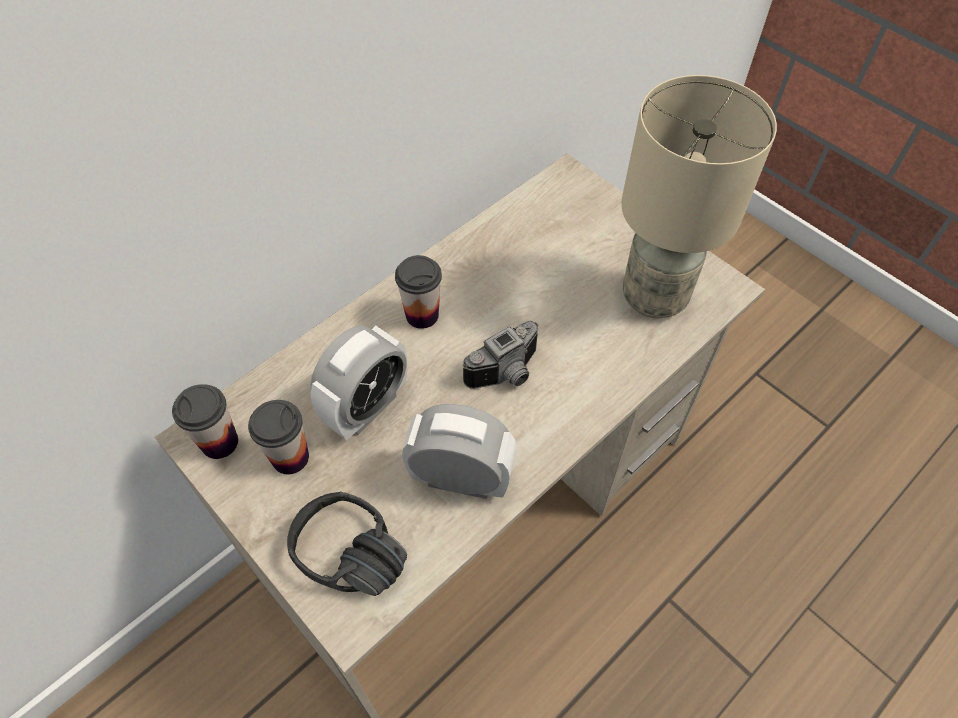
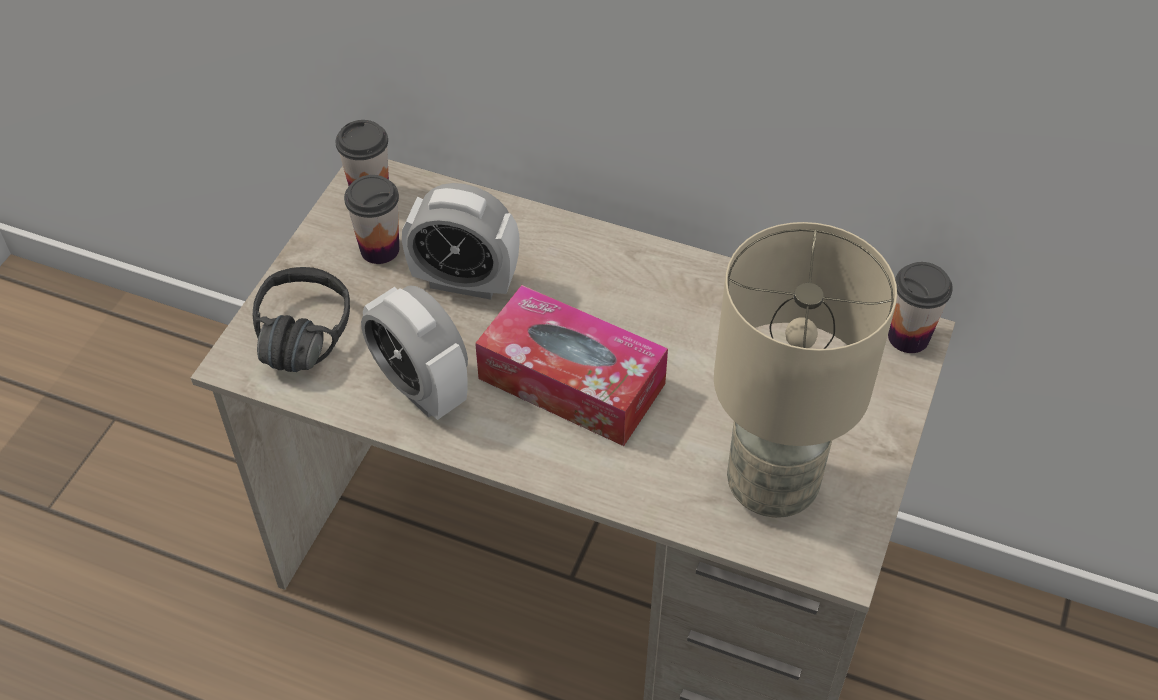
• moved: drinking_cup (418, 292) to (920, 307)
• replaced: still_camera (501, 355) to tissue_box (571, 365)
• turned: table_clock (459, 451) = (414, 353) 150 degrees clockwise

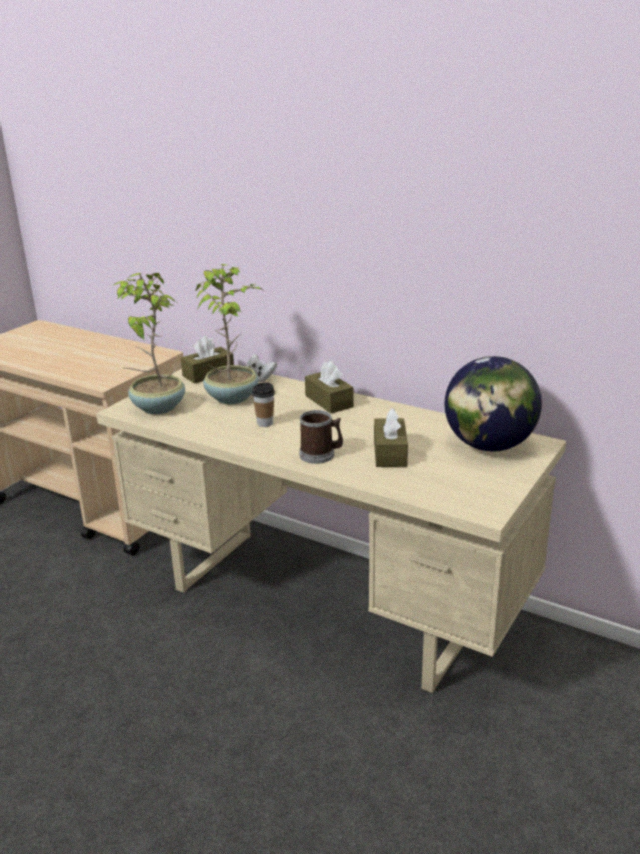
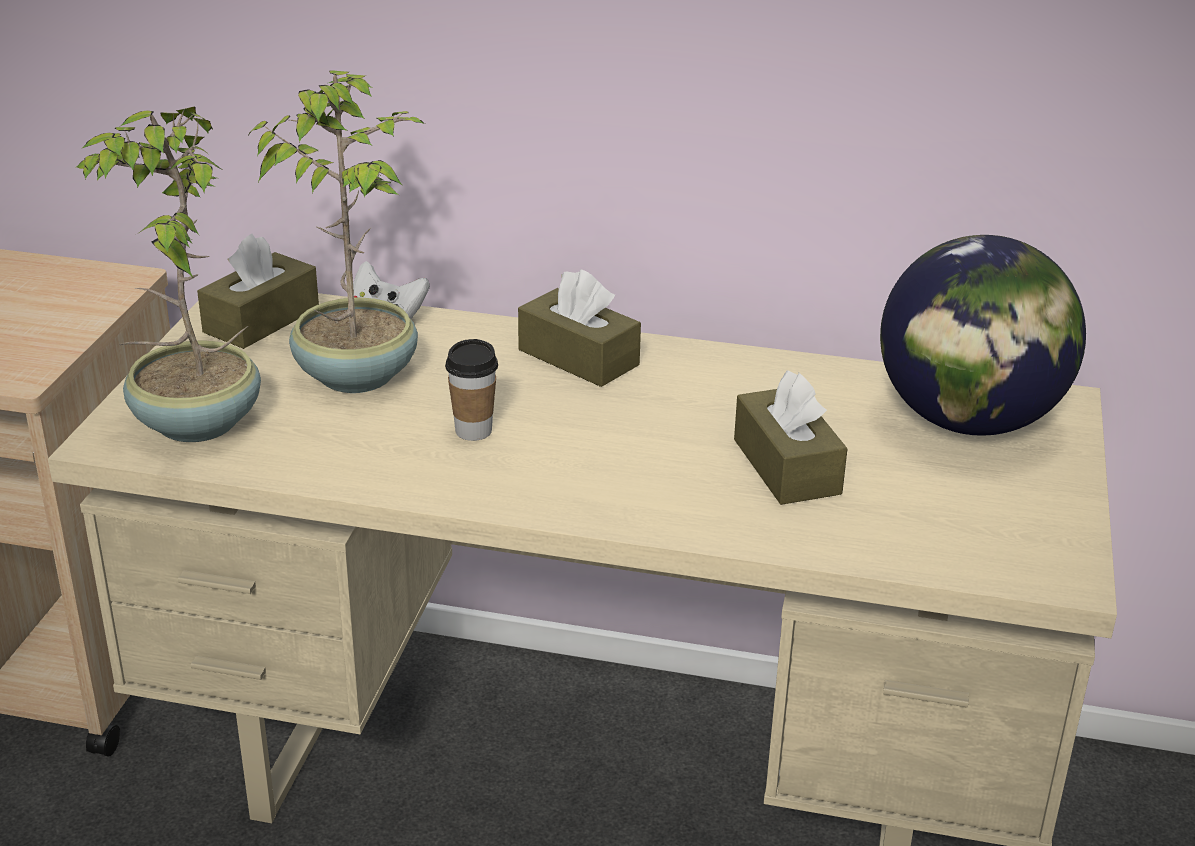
• removed: tea_mug (321, 437)

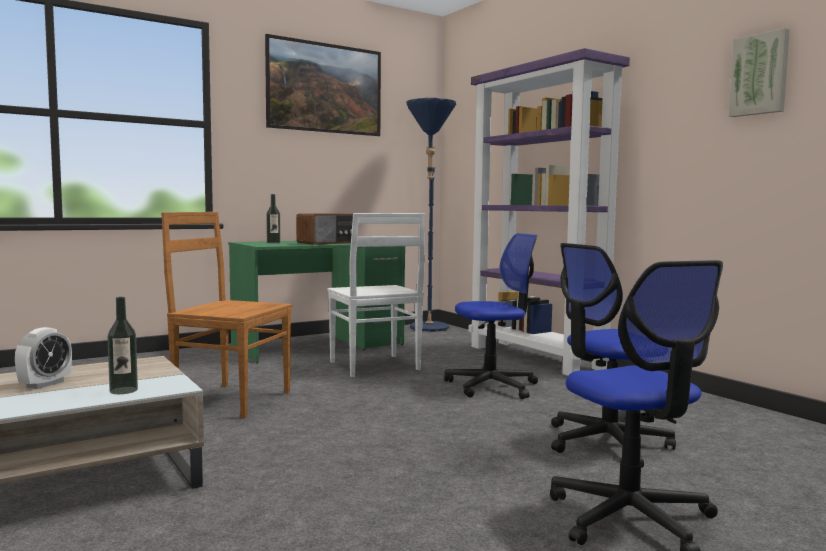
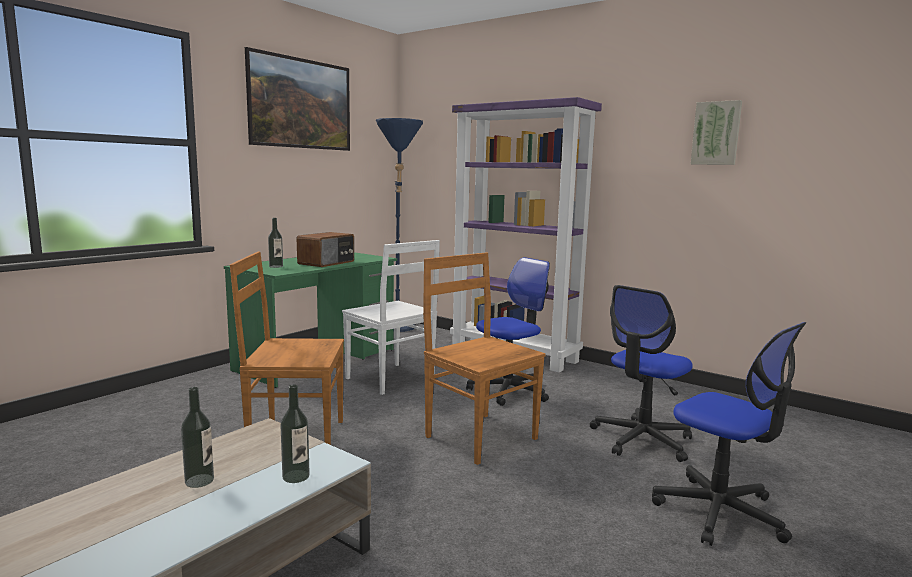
• added: brownish_plain_chair (484, 359)
• replaced: table_clock (43, 358) to drink_bottle (197, 437)

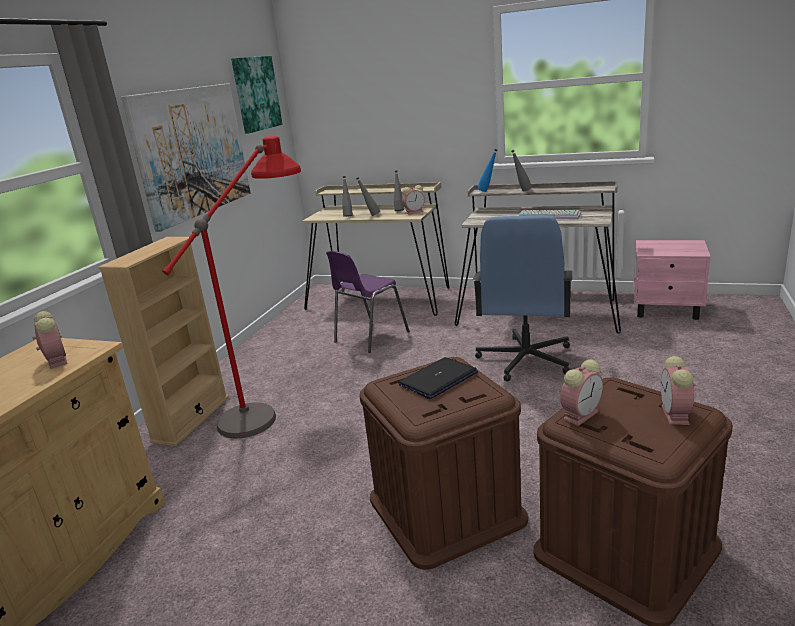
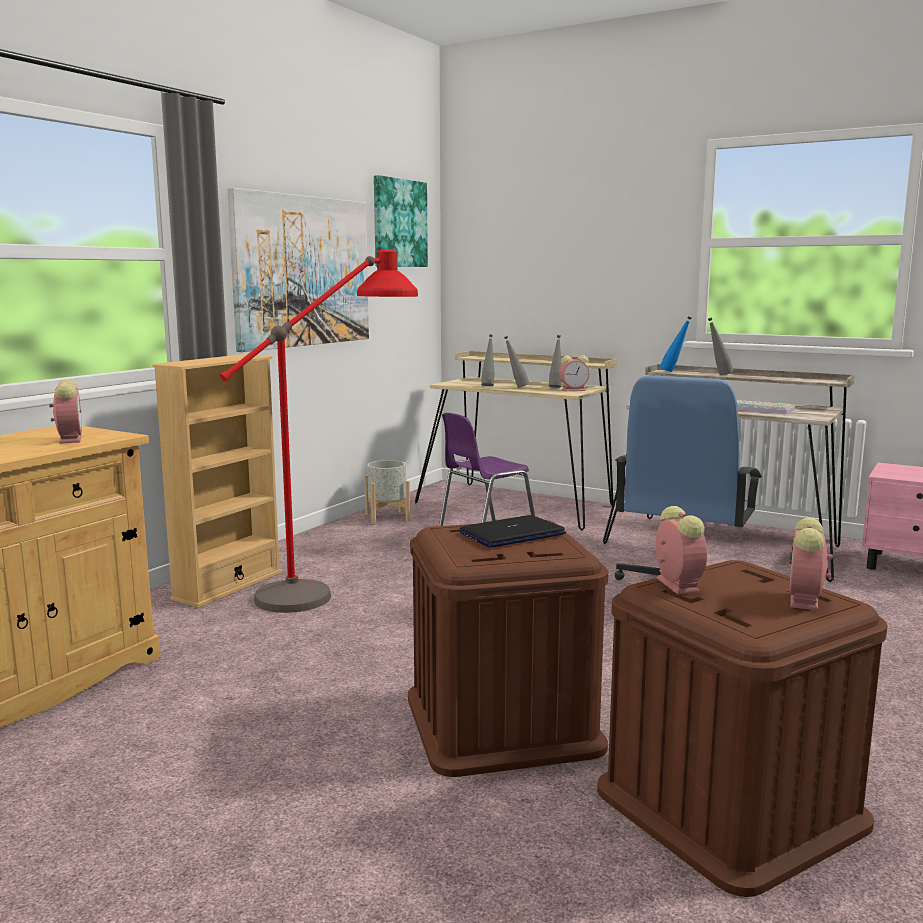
• added: greyish_planter (387, 492)
• turned: table_clock (581, 392) = (681, 550) 75 degrees counterclockwise

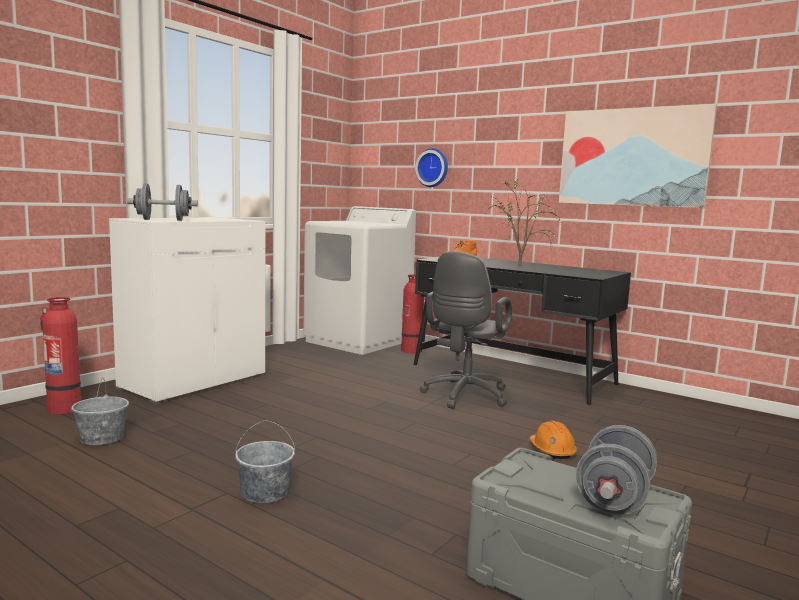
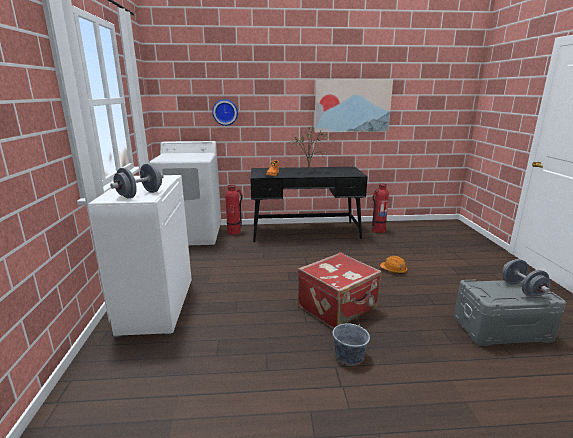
• removed: greyish_water_bucket (100, 412)
• removed: greyish_computer_chair (466, 330)
• added: red-coloured_piece_of_luggage (340, 290)
• moved: fire-fighting_cylinder (61, 355) to (380, 208)

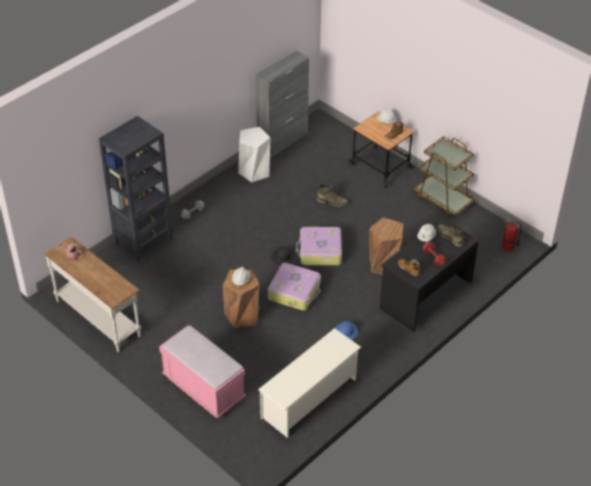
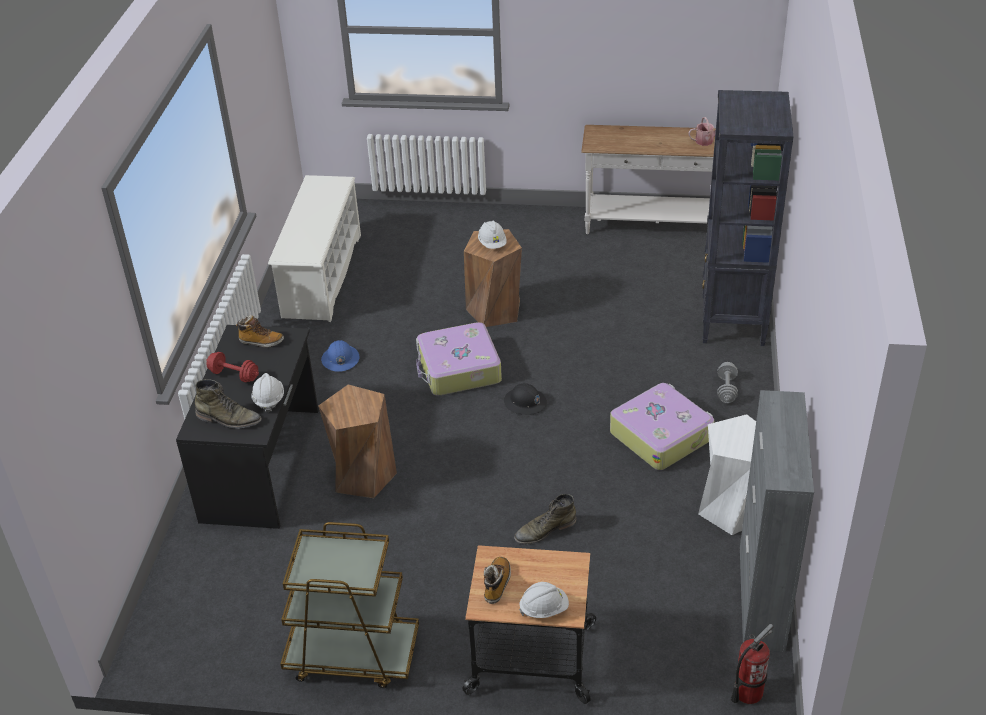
• removed: pink-coloured_indoor_bench (202, 372)
• moved: piece_of_luggage (319, 246) to (662, 426)
• moved: fire-fighting_cylinder (512, 235) to (752, 664)

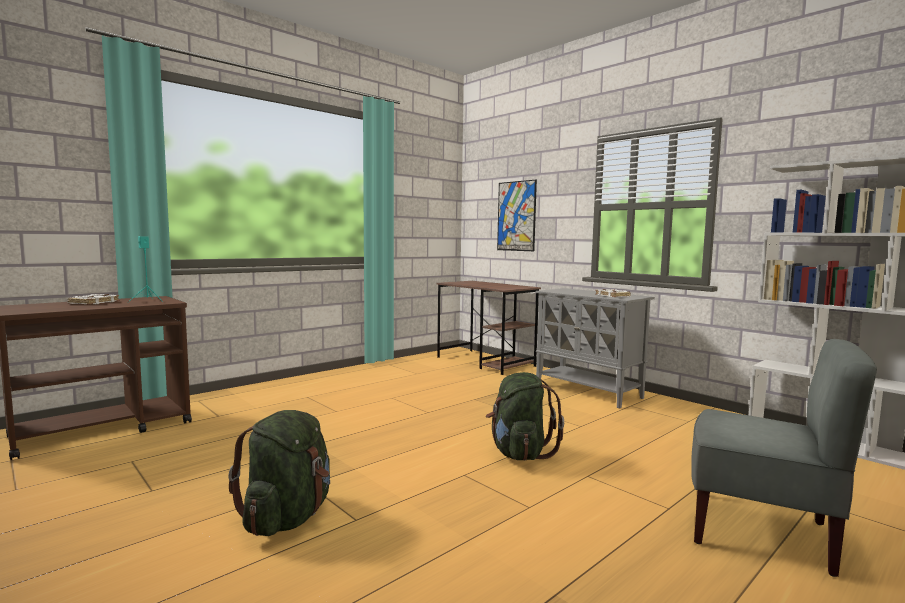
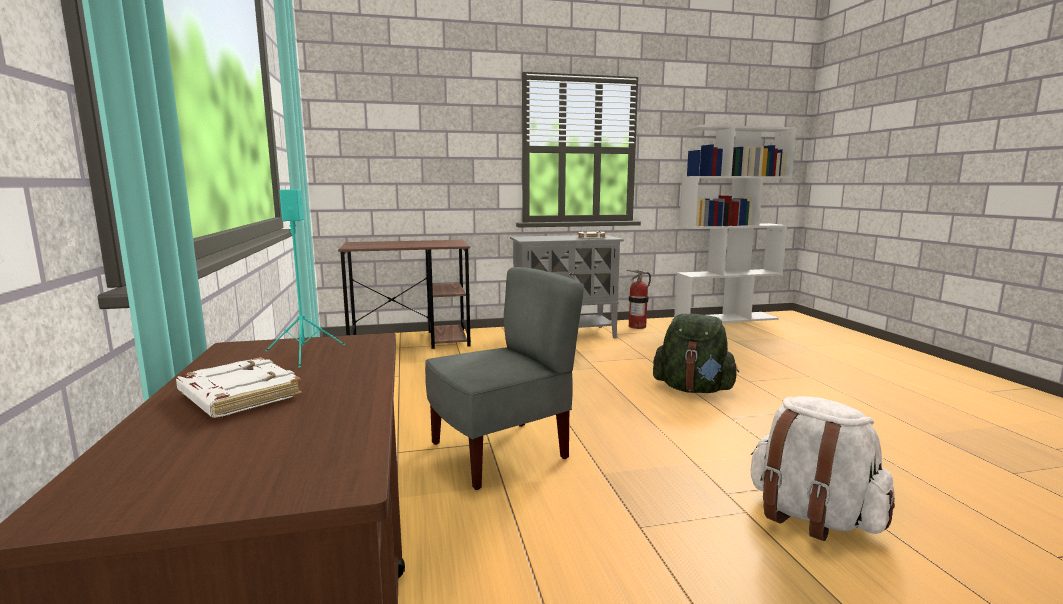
• removed: wall_picture (517, 215)
• added: fire-fighting_cylinder (639, 299)
• moved: greyish_plain_chair (784, 458) to (504, 378)
• recoloured: green-coloured_rucksack (279, 473) to white_rucksack (823, 468)

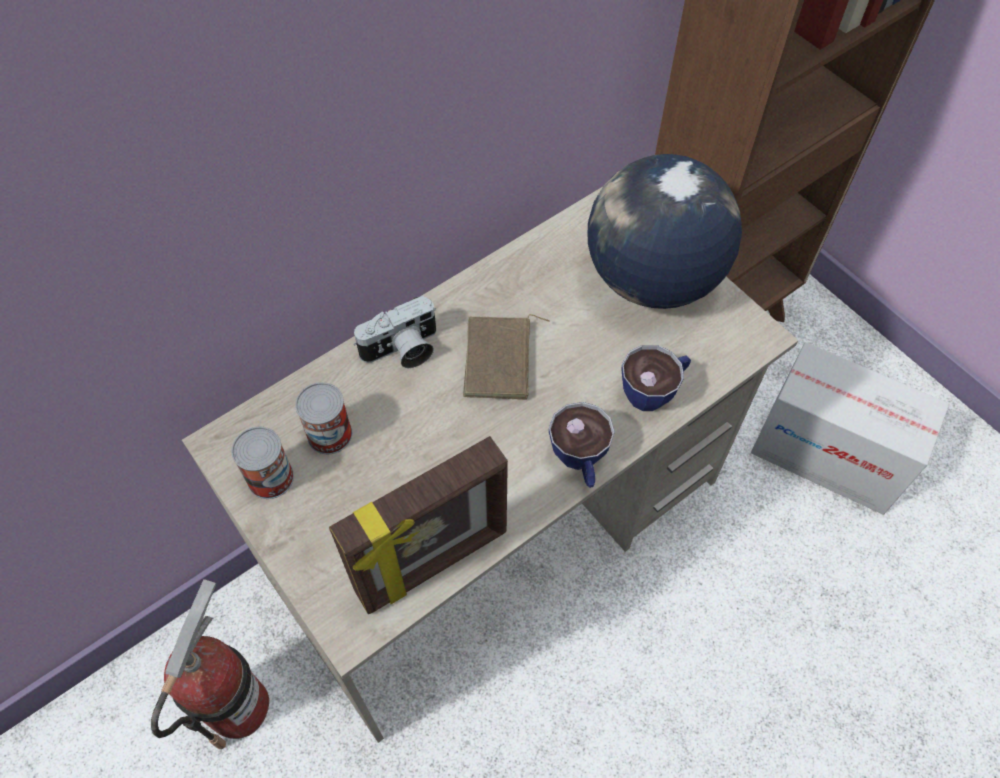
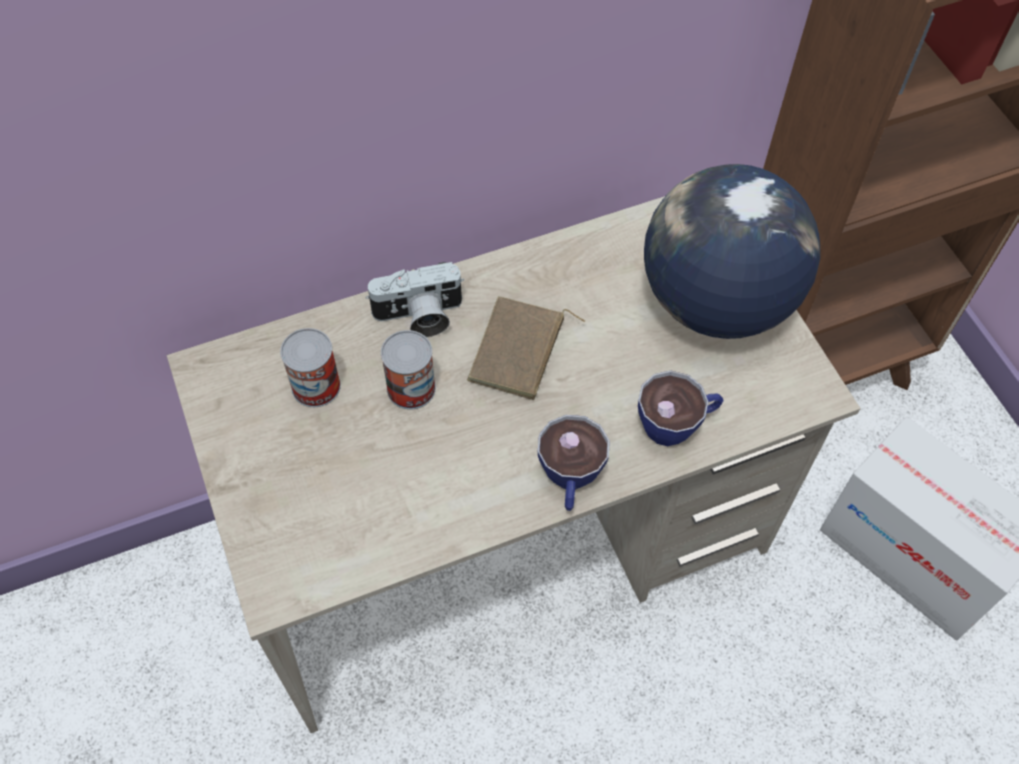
• removed: fire-fighting_cylinder (210, 664)
• removed: photo_frame (418, 525)
• moved: can (262, 463) to (408, 369)

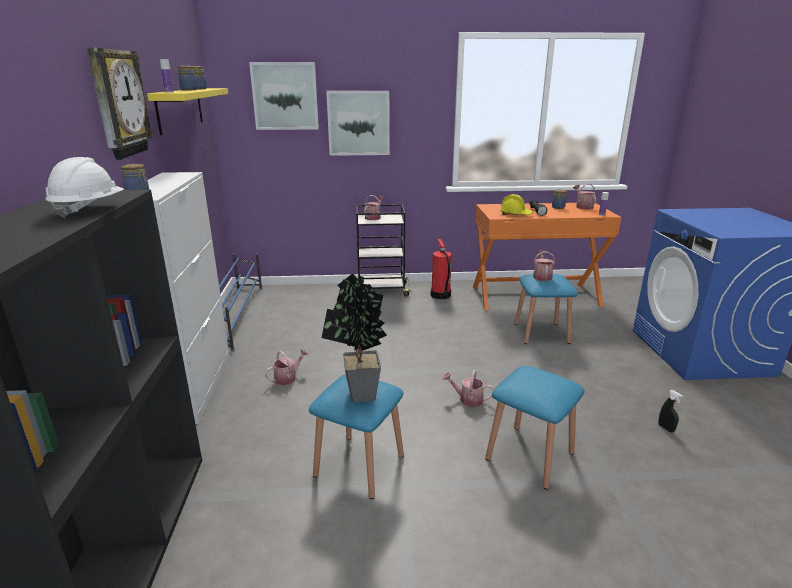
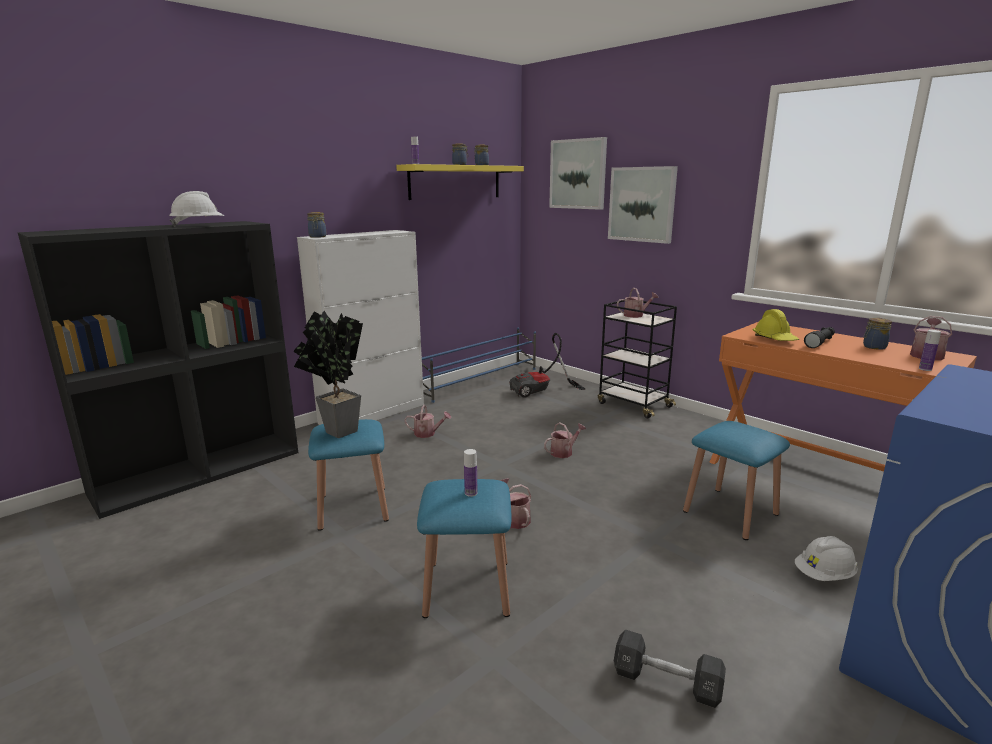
• removed: clock_on_the_wall (120, 104)
• removed: fire-fighting_cylinder (441, 268)
• added: drink_bottle (471, 473)
• added: hoover (547, 365)
• added: white_safety_helmet (826, 558)
• moved: watering_pot (544, 265) to (565, 440)
• replaced: black_spray_bottle (670, 411) to black_free_weight (670, 668)

